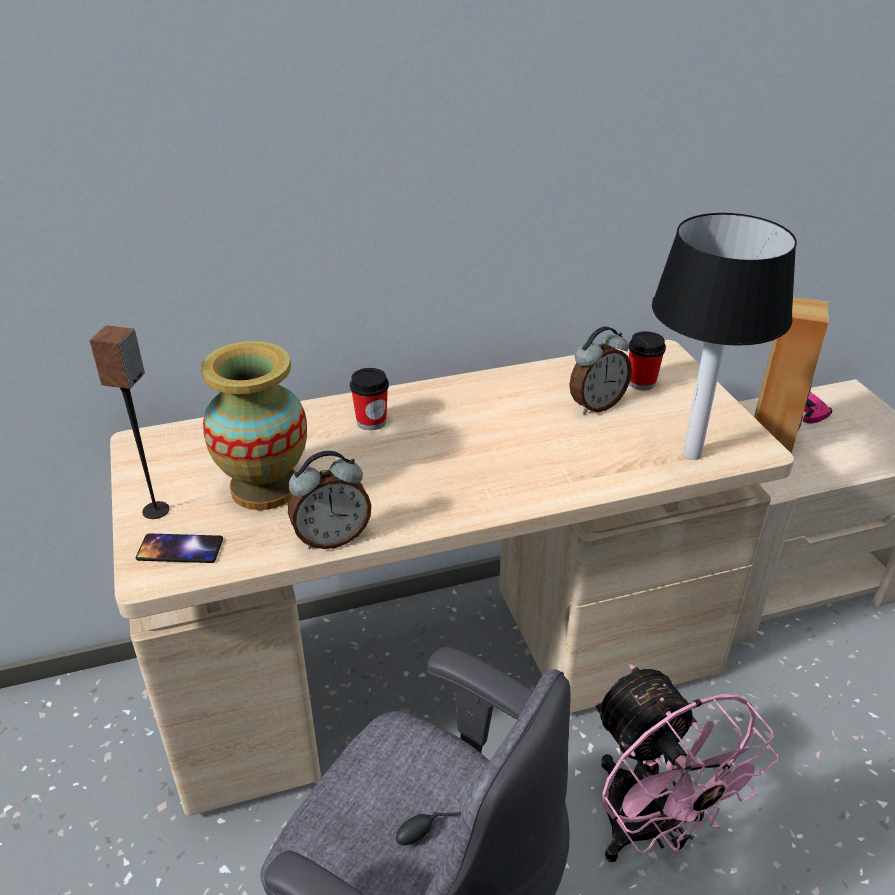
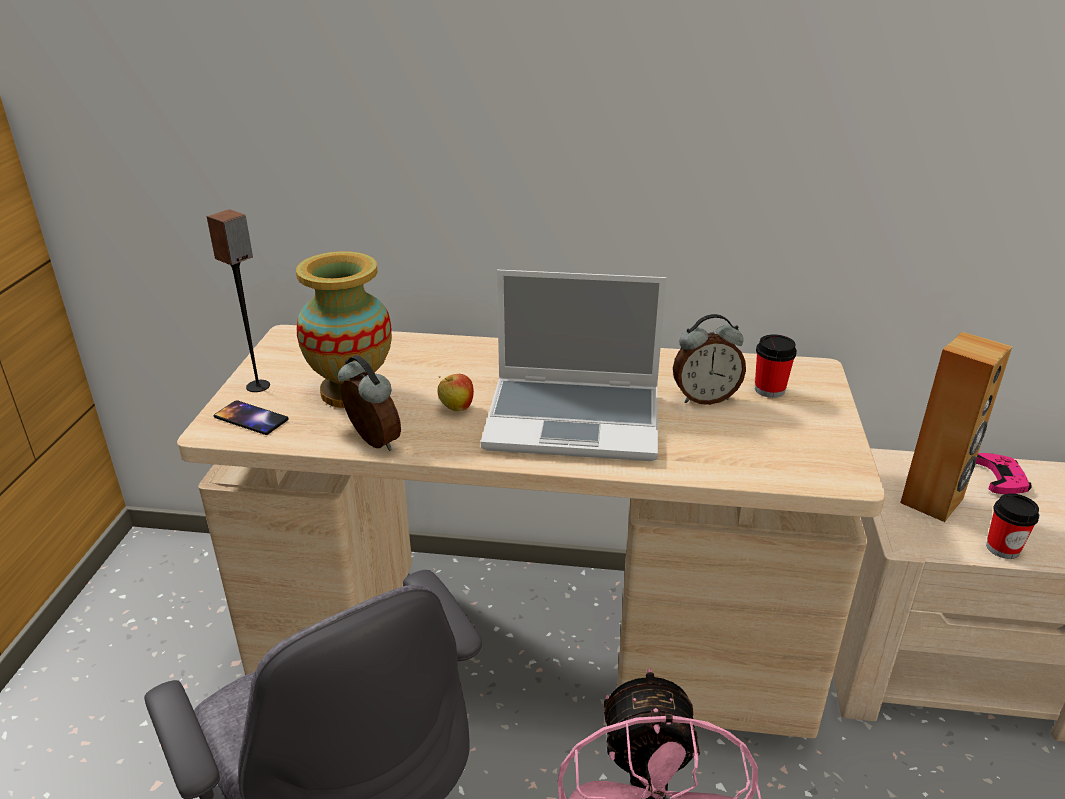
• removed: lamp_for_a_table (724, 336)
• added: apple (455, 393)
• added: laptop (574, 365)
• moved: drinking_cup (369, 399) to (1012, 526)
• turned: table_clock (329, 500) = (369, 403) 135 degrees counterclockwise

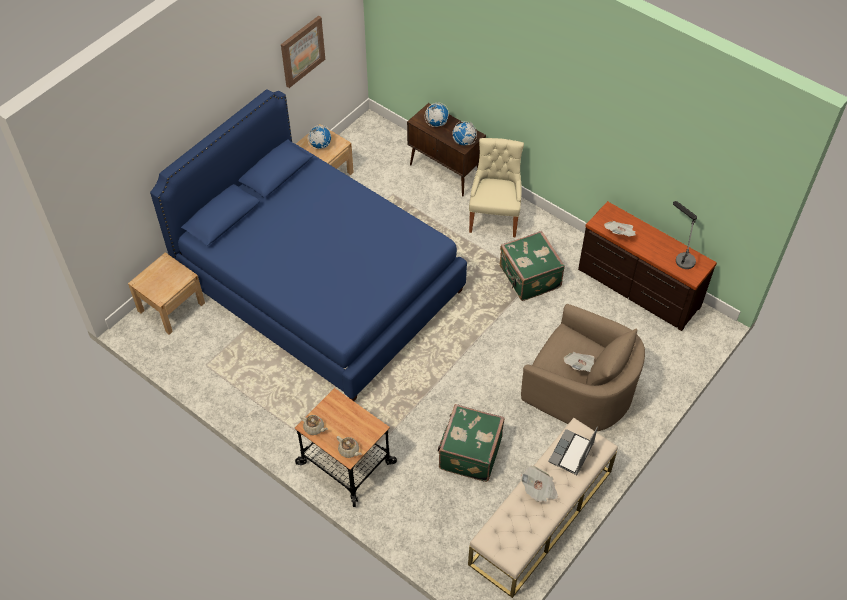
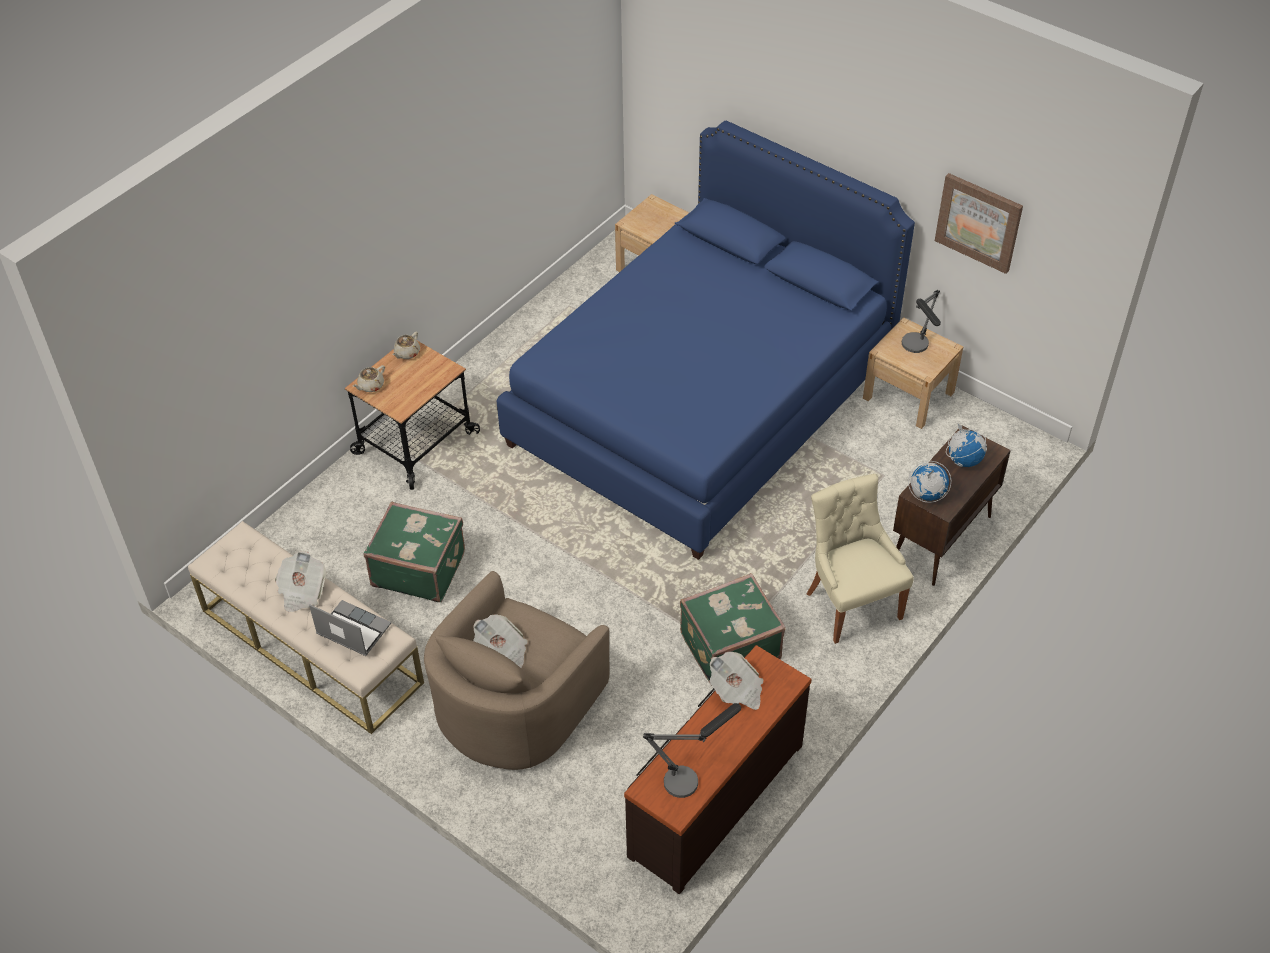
• replaced: world_globe (319, 137) to lamp_for_a_table (921, 321)
• turned: beige_plain_chair (496, 187) = (860, 559) 120 degrees counterclockwise

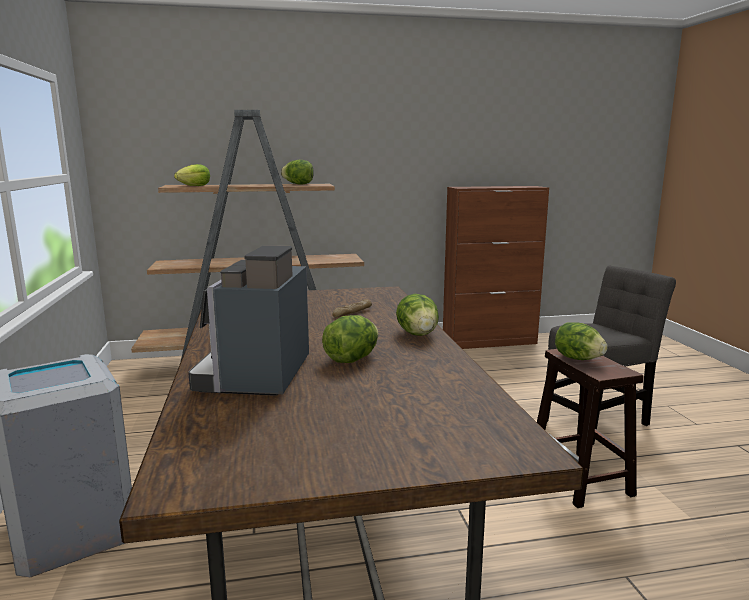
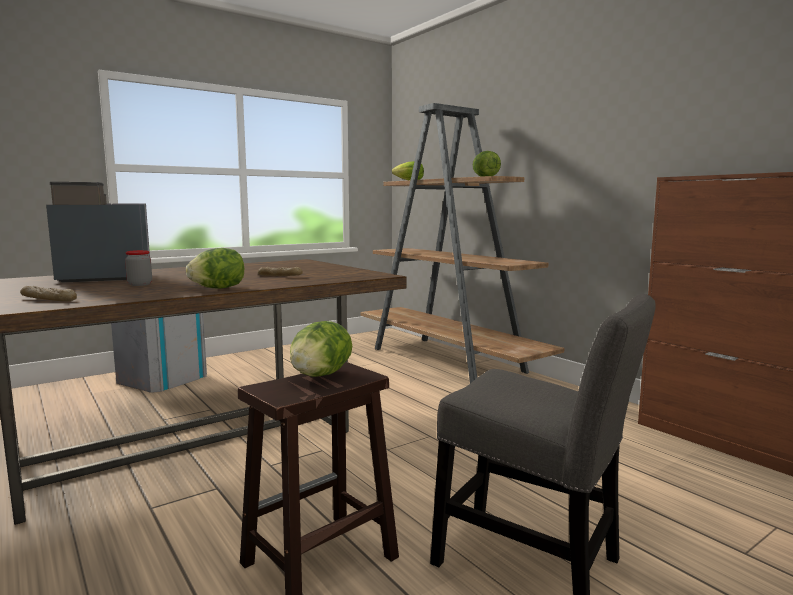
• added: bread (48, 293)
• replaced: lettuce (350, 339) to preserve_jar (138, 268)

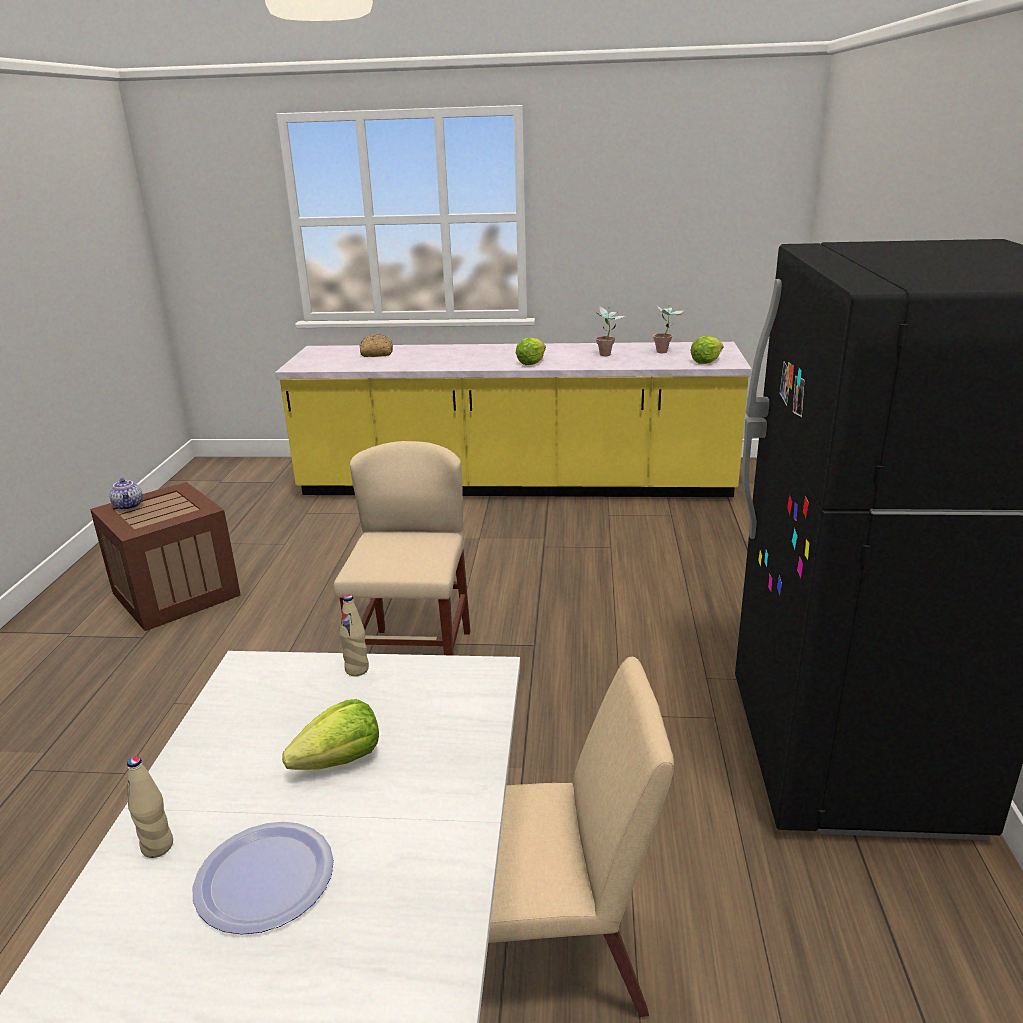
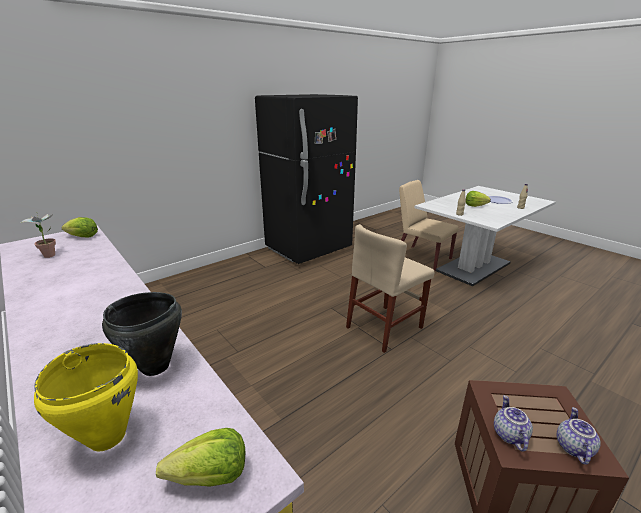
• removed: plant_in_a_pot (610, 330)
• added: black_saucepot (142, 334)
• added: pot_for_tea (513, 423)
• moved: lettuce (531, 351) to (200, 457)
• replaced: bread (376, 345) to yellowish_saucepot (86, 397)

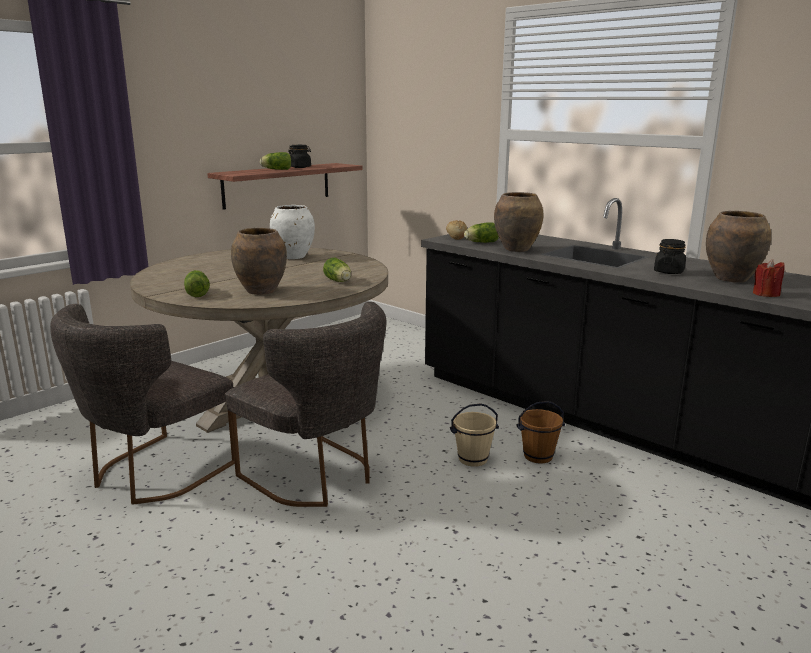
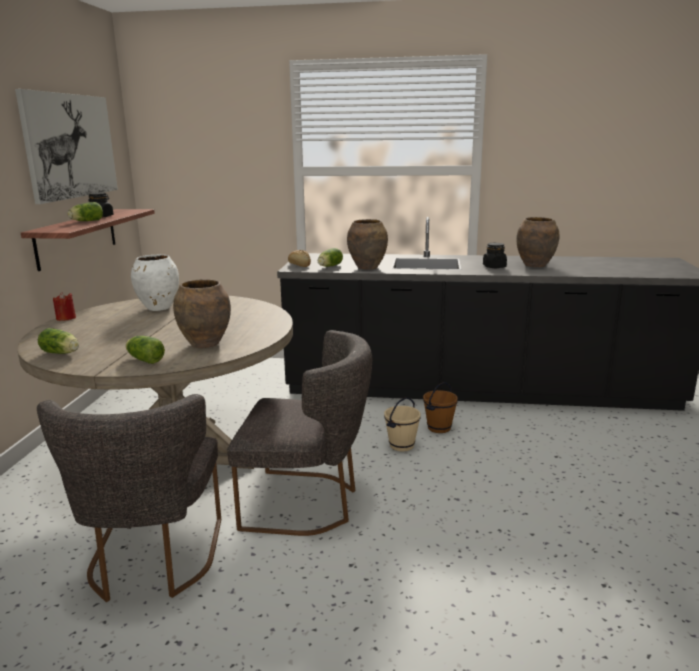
• added: wall_picture (66, 146)
• moved: lettuce (337, 270) to (58, 341)
• moved: red-coloured_candle (769, 278) to (64, 306)

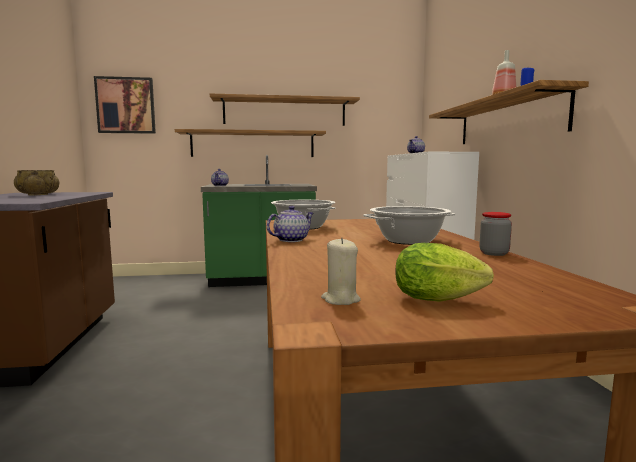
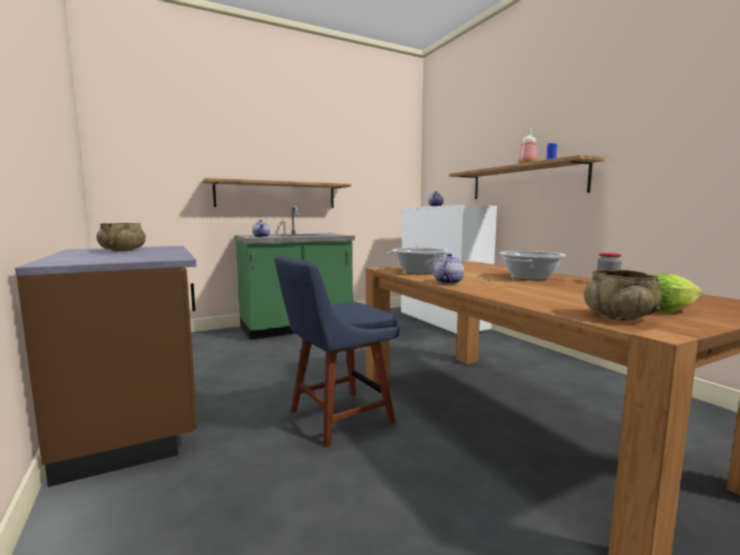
• removed: wall_picture (125, 105)
• removed: bracket_shelf (285, 110)
• added: blue_plain_chair (337, 351)
• replaced: beige_candle (341, 271) to beige_deep_dish (623, 295)

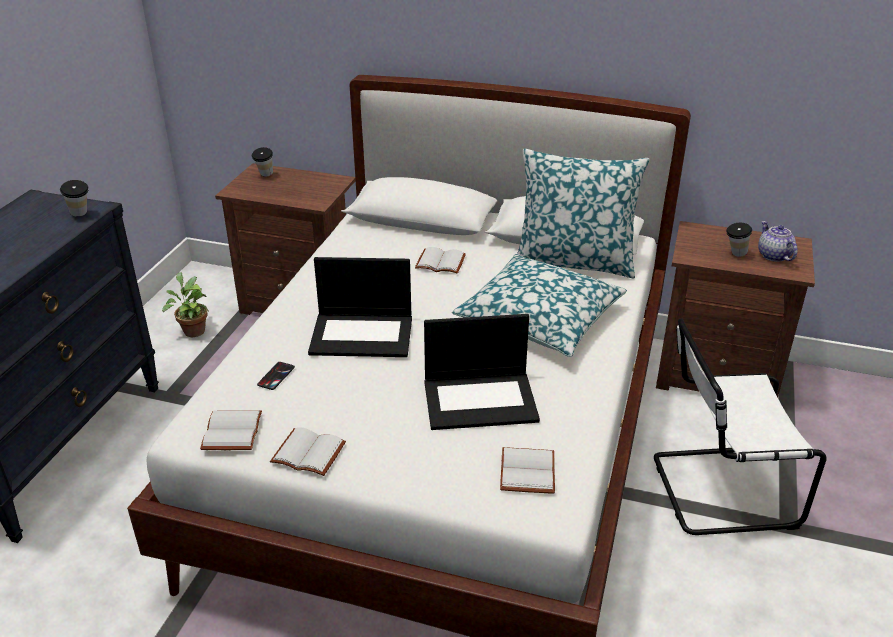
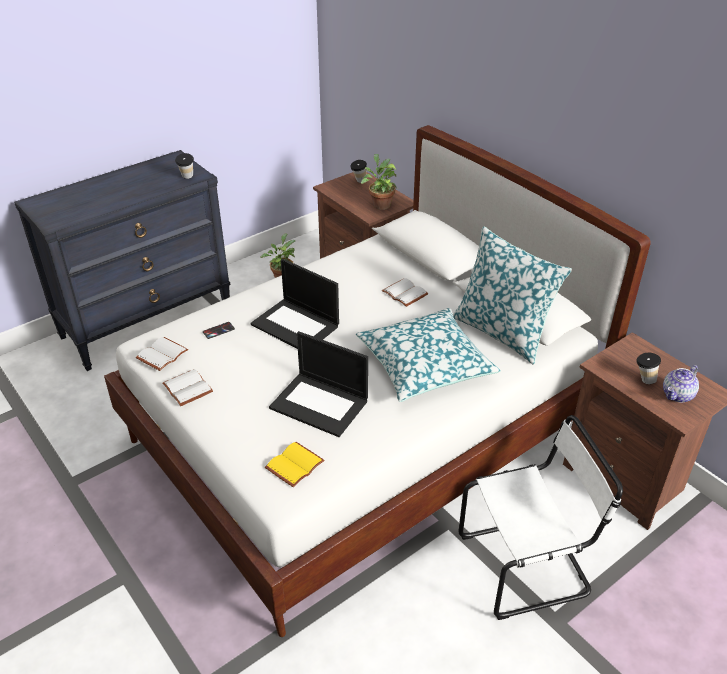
• added: plant_in_a_pot (379, 182)
• recoloured: white_volume (527, 470) to yellowish_volume (295, 464)
• turned: white_plain_chair (740, 426) = (541, 517) 135 degrees clockwise
• turned: pot_for_tea (778, 241) = (681, 384) 150 degrees counterclockwise

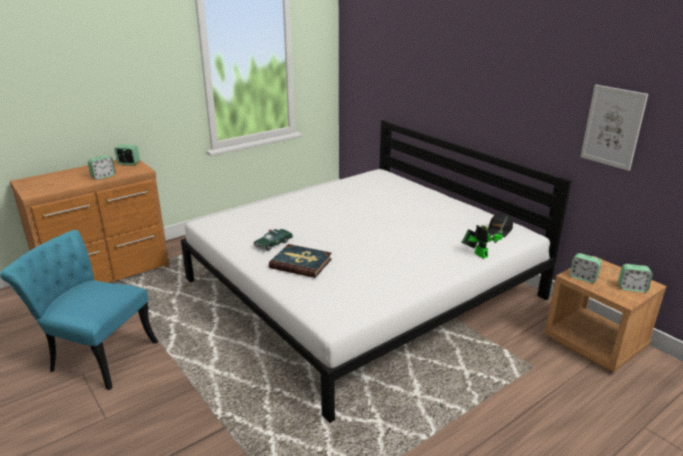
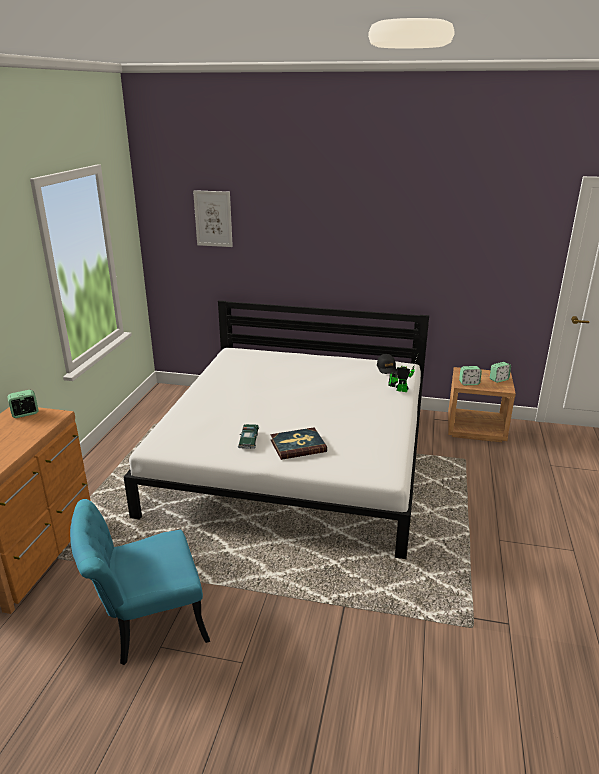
• removed: table_clock (101, 167)
• moved: wall_picture (614, 128) to (213, 218)

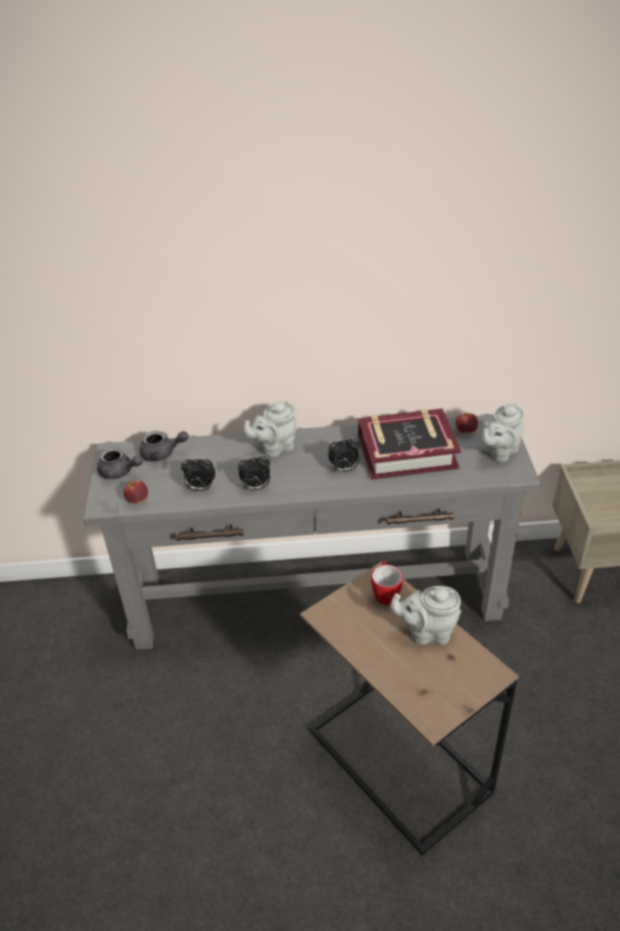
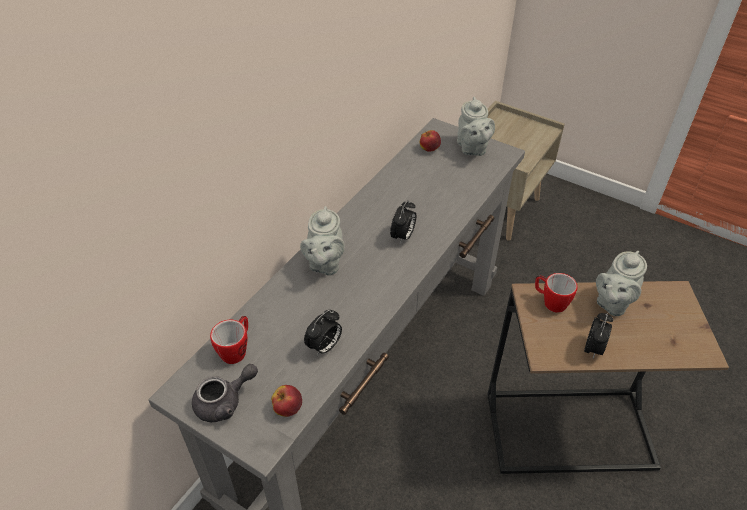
• removed: volume (409, 443)
• moved: table_clock (254, 472) to (598, 335)
• replaced: greyish_pot_for_tea (164, 446) to tea_mug (229, 340)

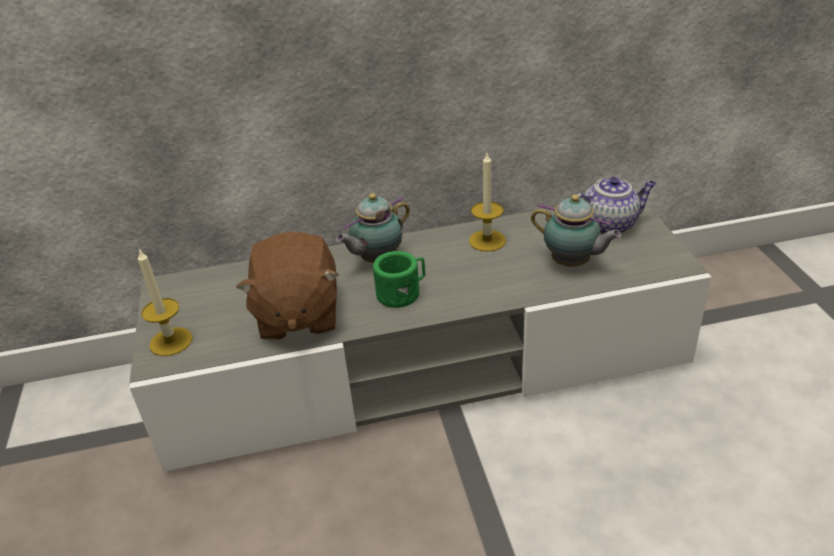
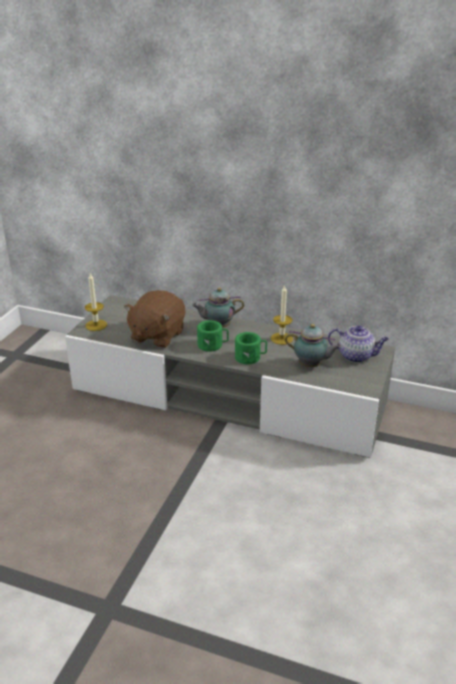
• added: green-coloured_tea_mug (251, 348)
• turned: pot_for_tea (576, 231) = (313, 345) 45 degrees counterclockwise

